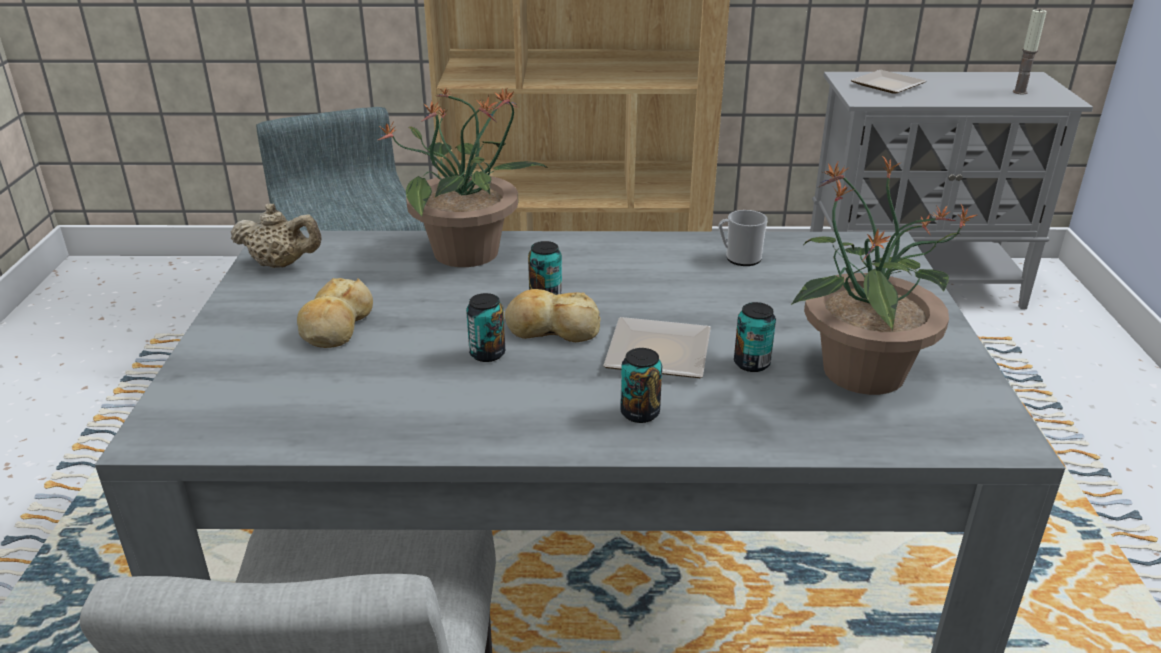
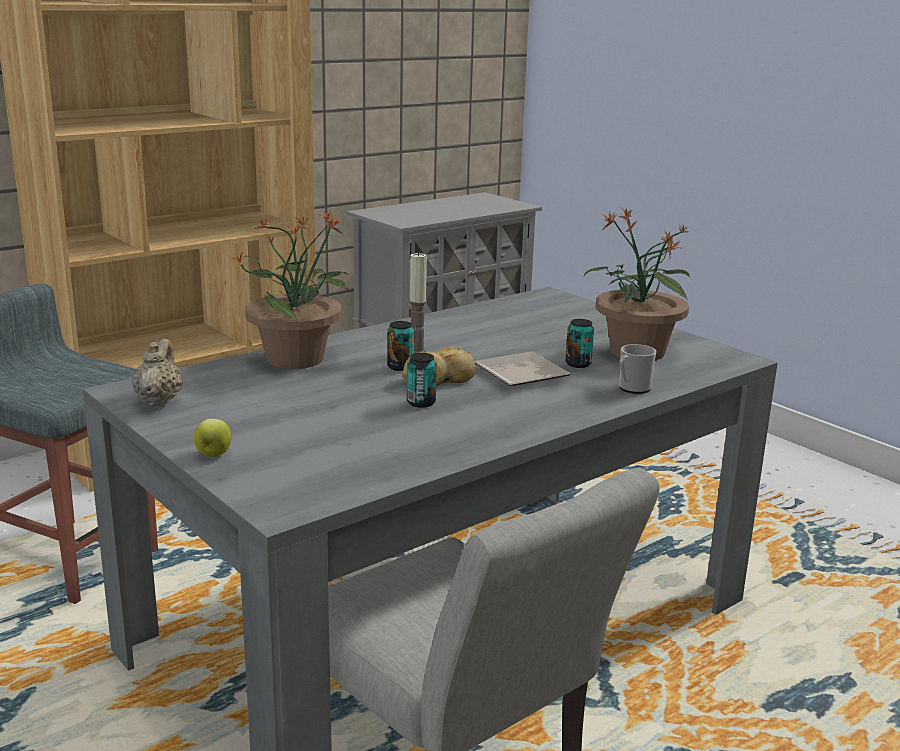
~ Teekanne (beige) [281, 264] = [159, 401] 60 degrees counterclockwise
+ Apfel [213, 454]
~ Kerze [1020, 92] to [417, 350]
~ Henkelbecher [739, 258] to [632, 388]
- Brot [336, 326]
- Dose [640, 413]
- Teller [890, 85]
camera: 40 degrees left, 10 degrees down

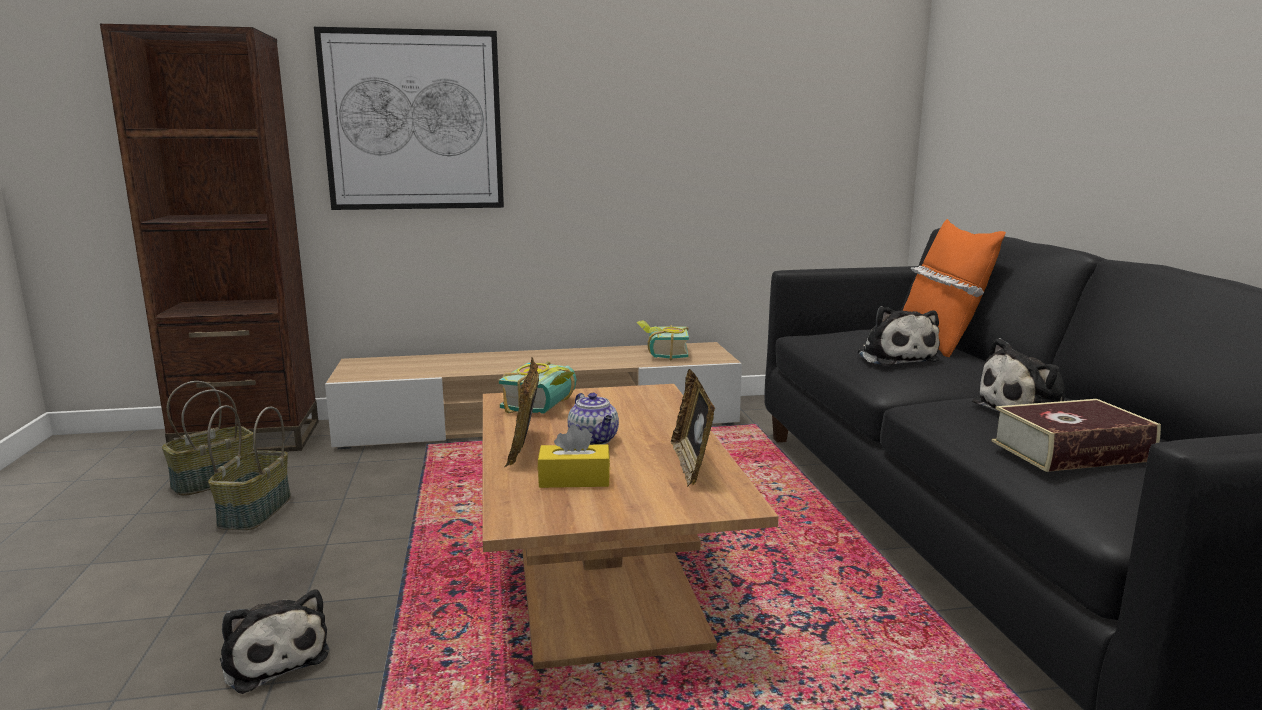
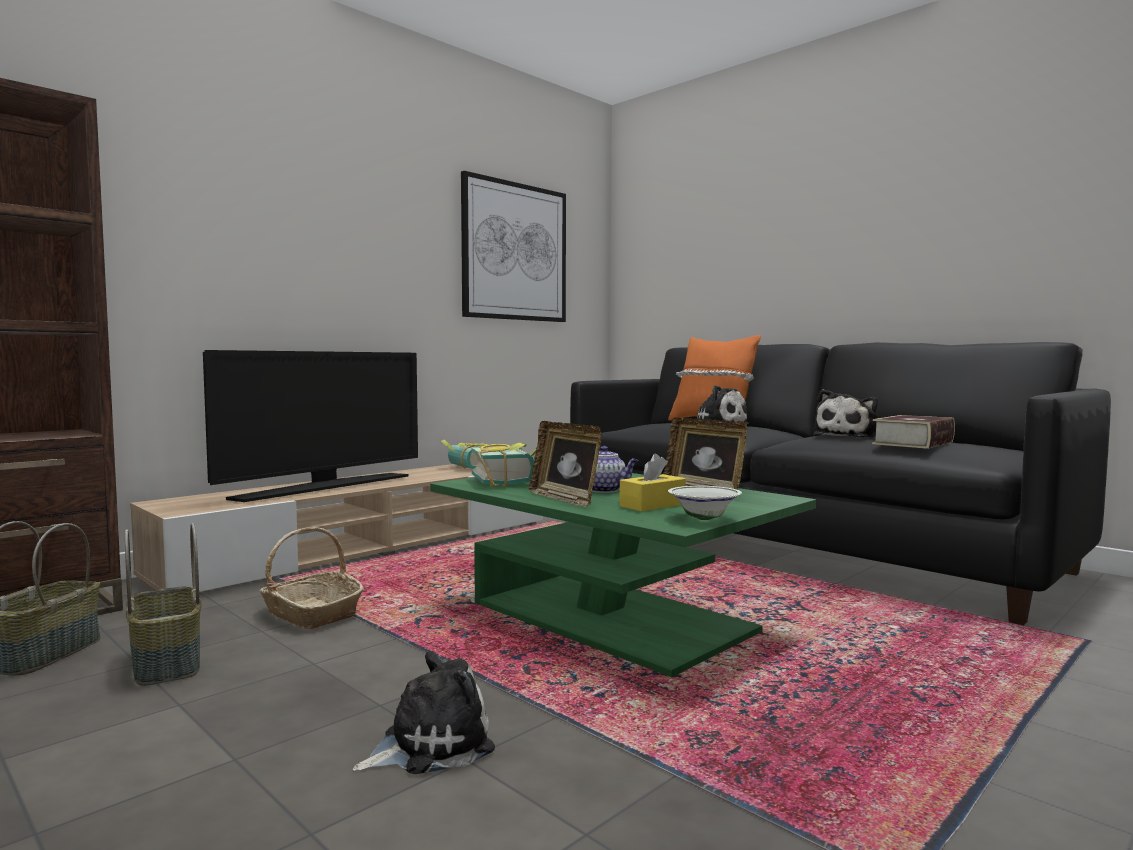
+ Fernseher [324, 487]
+ Korb [311, 613]
~ Plüschtier [274, 657] = [430, 744] 45 degrees counterclockwise
~ Couchtisch (braun) [603, 575] to Couchtisch (grün) [611, 619]
~ Bild [413, 121] to [515, 252]
+ Schüssel (weiß) [704, 519]
camera: 35 degrees left, 10 degrees down

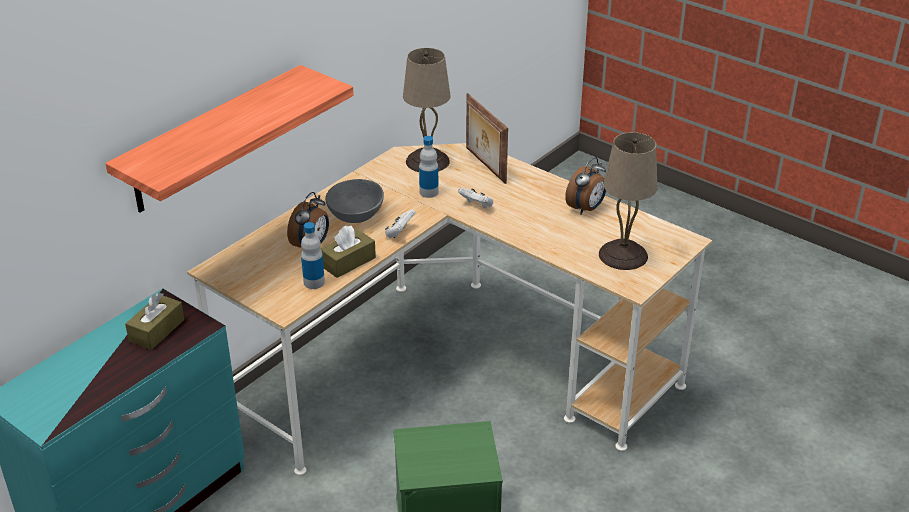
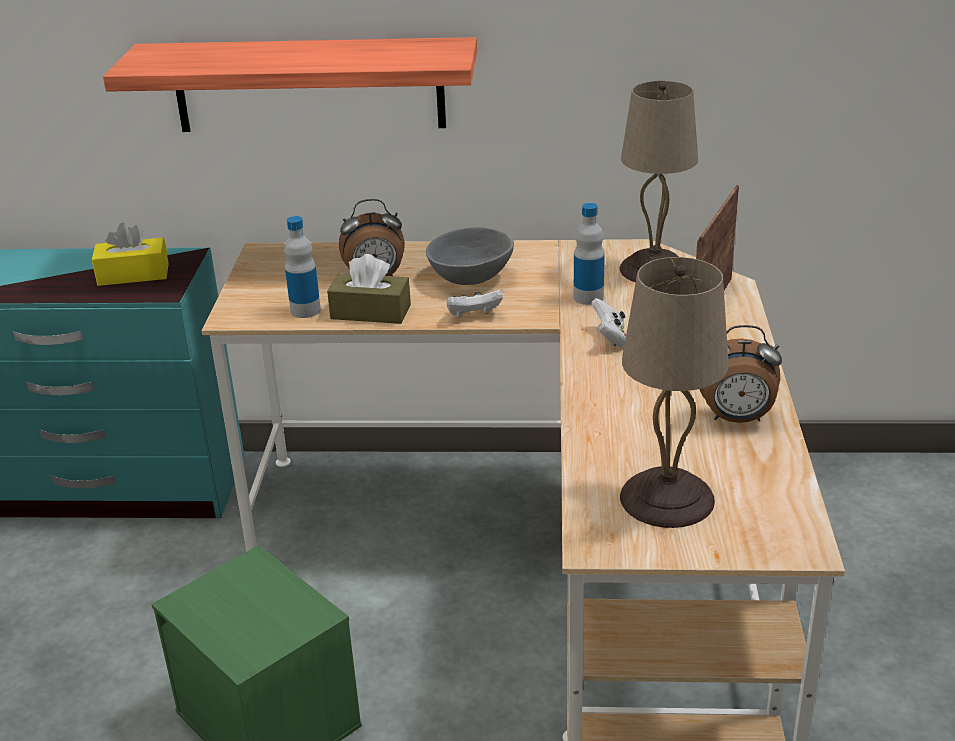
~ Taschentuchbox (braun) [157, 330] to Taschentuchbox (gelb) [133, 274]
camera: 55 degrees right, 5 degrees down

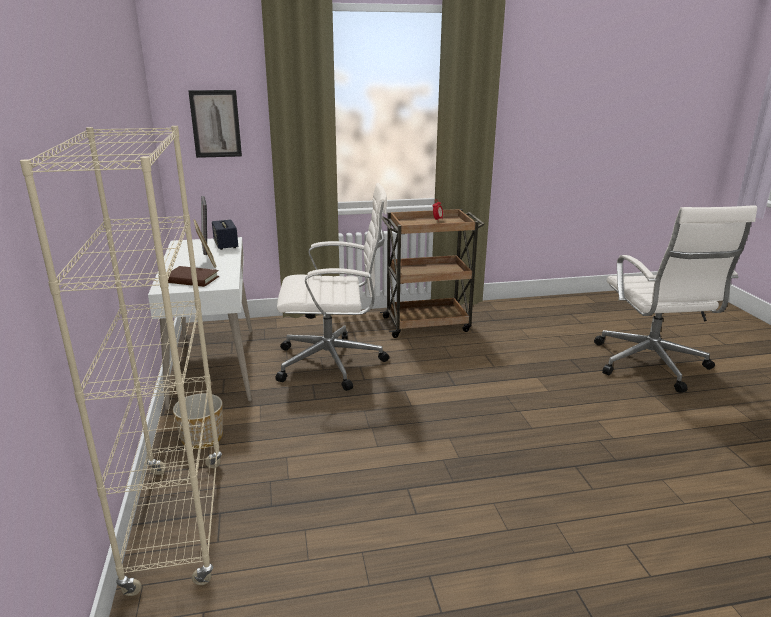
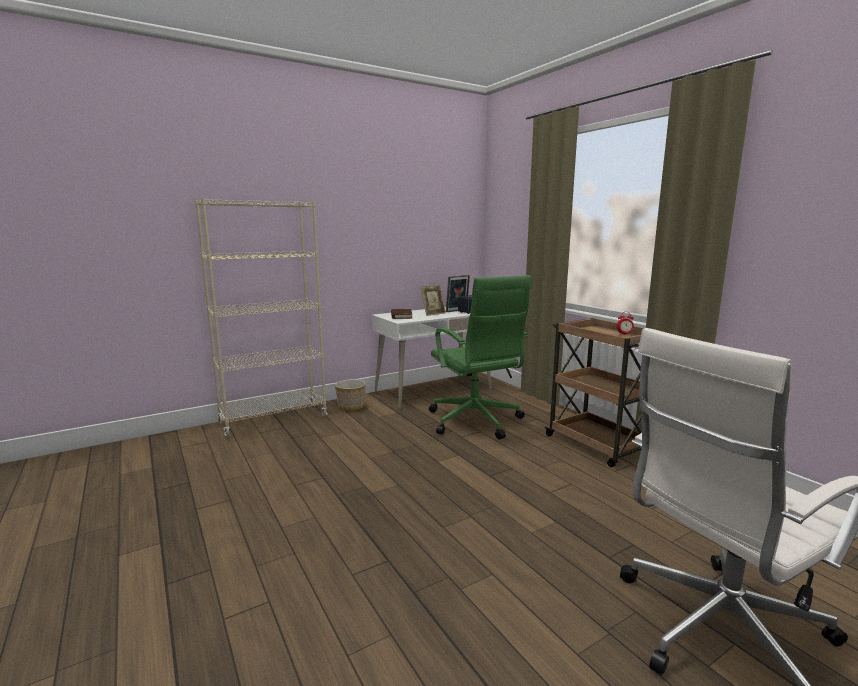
~ Bürostuhl (weiß) [333, 362] to Bürostuhl (grün) [475, 422]
- Bild [215, 124]
camera: 70 degrees right, 10 degrees down

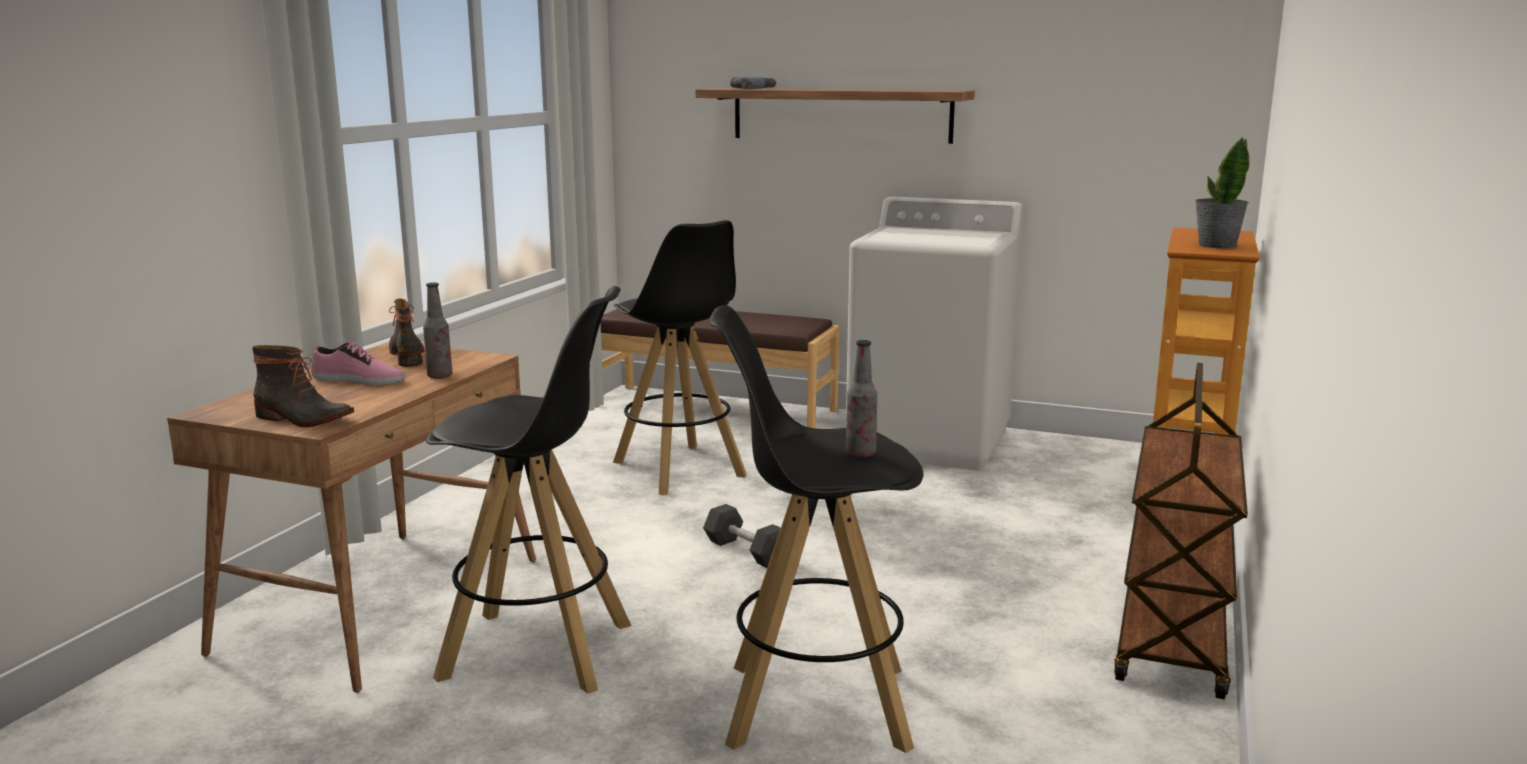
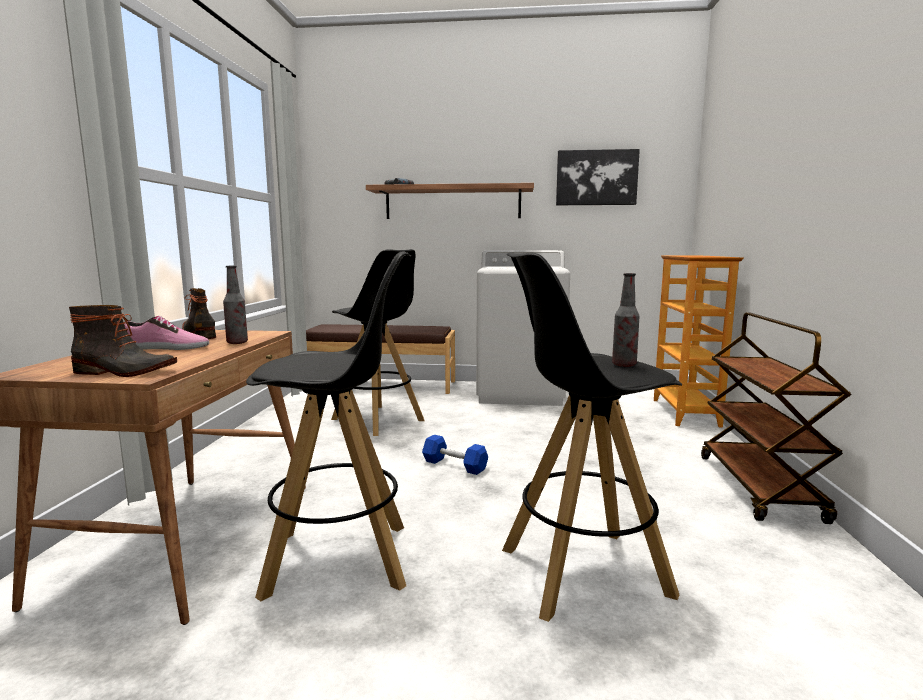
~ Hantel (schwarz) [746, 551] to Hantel (blau) [454, 465]
+ Bild [596, 178]
- Topfpflanze [1216, 245]
camera: 15 degrees left, 5 degrees down

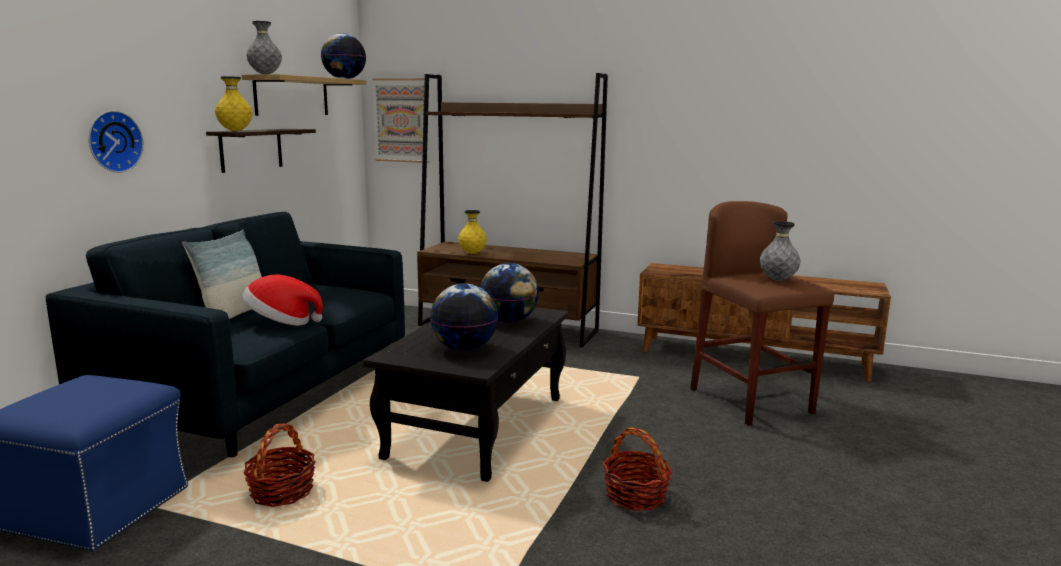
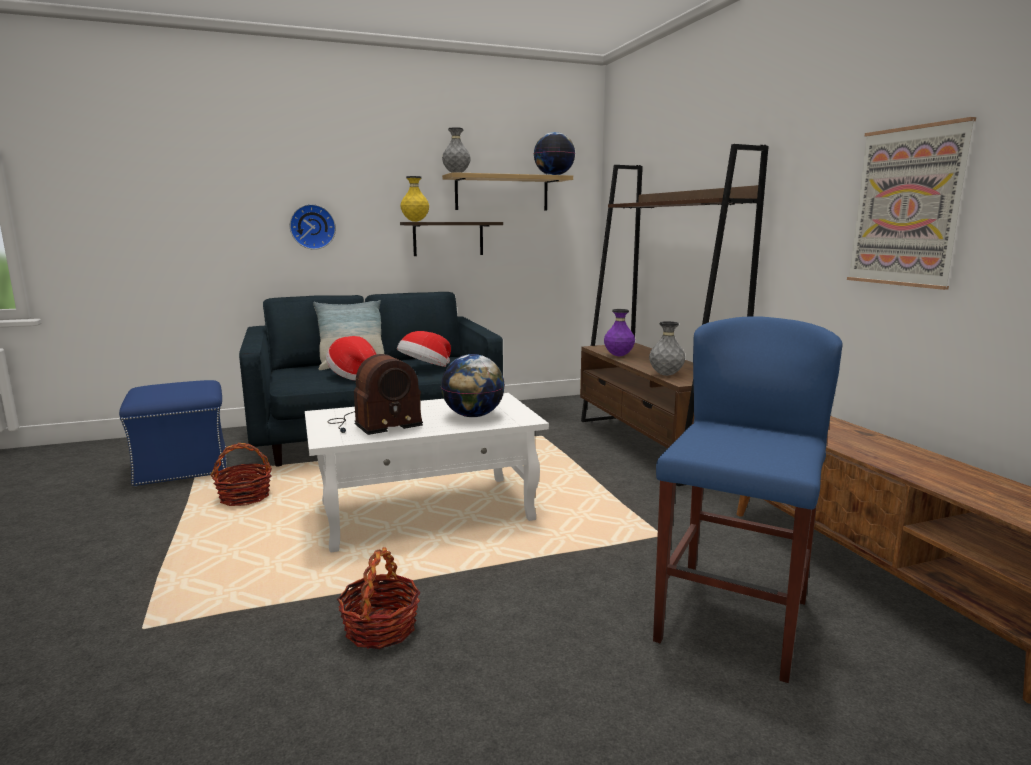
~ Couchtisch (schwarz) [478, 426] to Couchtisch (weiß) [428, 511]
~ Globus [464, 348] to Radio [373, 424]
+ Hut [424, 369]
~ Vase (gelb) [472, 253] to Vase (lila) [618, 356]
~ Vase (grau) [778, 280] to [666, 375]
~ Hocker (braun) [750, 401] to Hocker (blau) [732, 620]
~ Bild [401, 120] to [907, 207]
camera: 50 degrees right, 0 degrees up

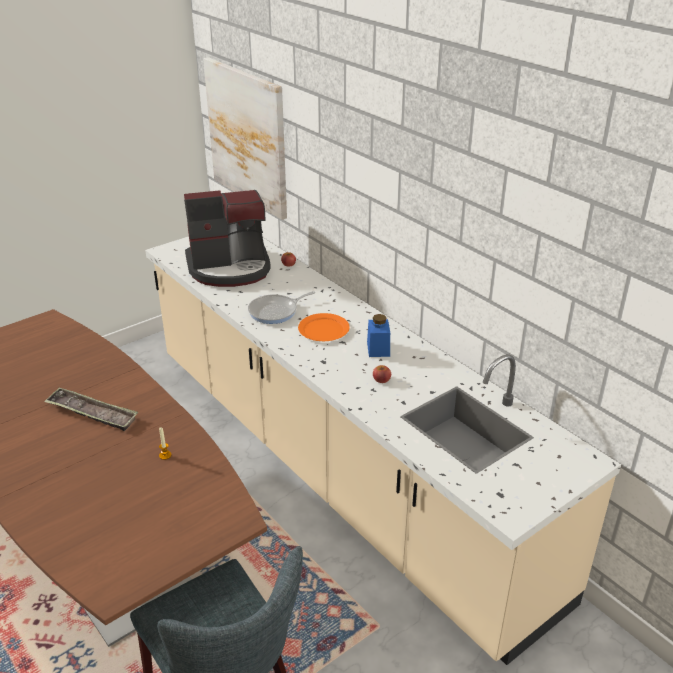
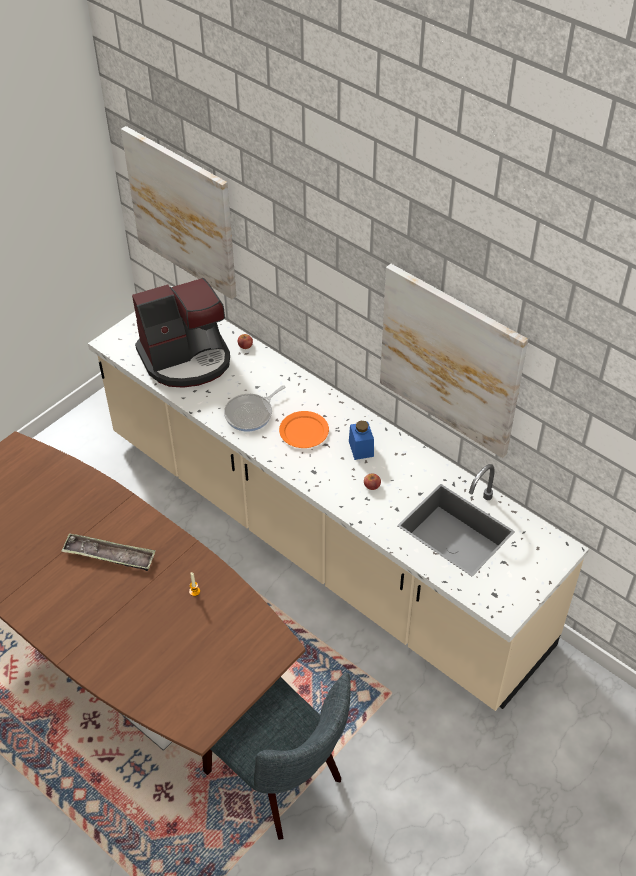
+ Bild [450, 360]
camera: 10 degrees left, 15 degrees up

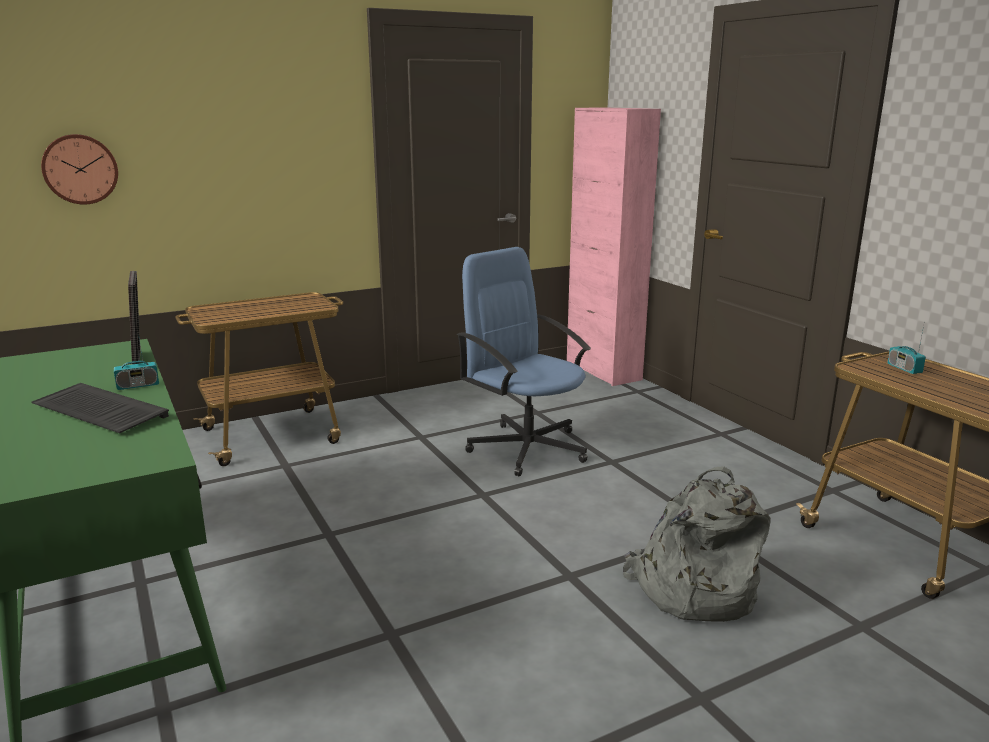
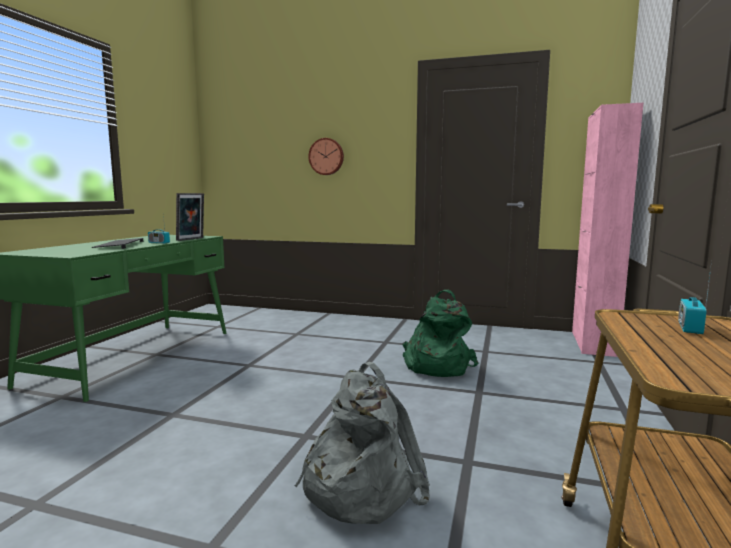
~ Wanduhr [80, 169] to [326, 156]
~ Bürostuhl (blau) [527, 448] to Rucksack (grün) [435, 366]
- Rollwagen [274, 435]
camera: 45 degrees right, 10 degrees down

